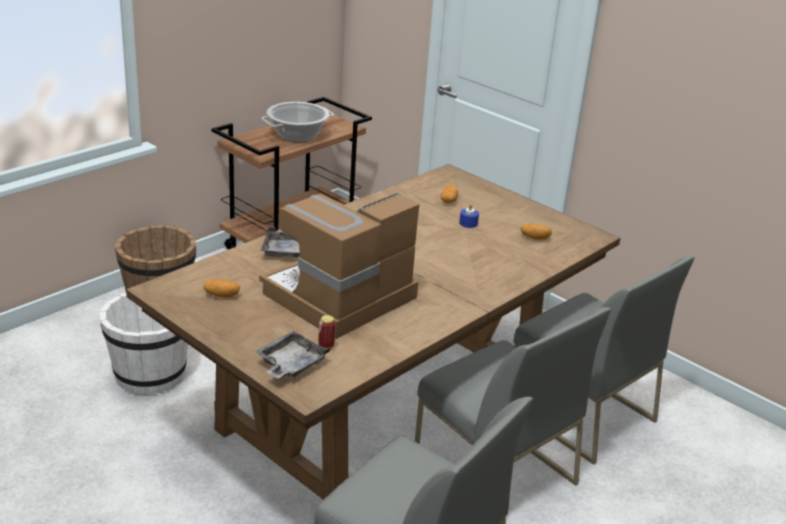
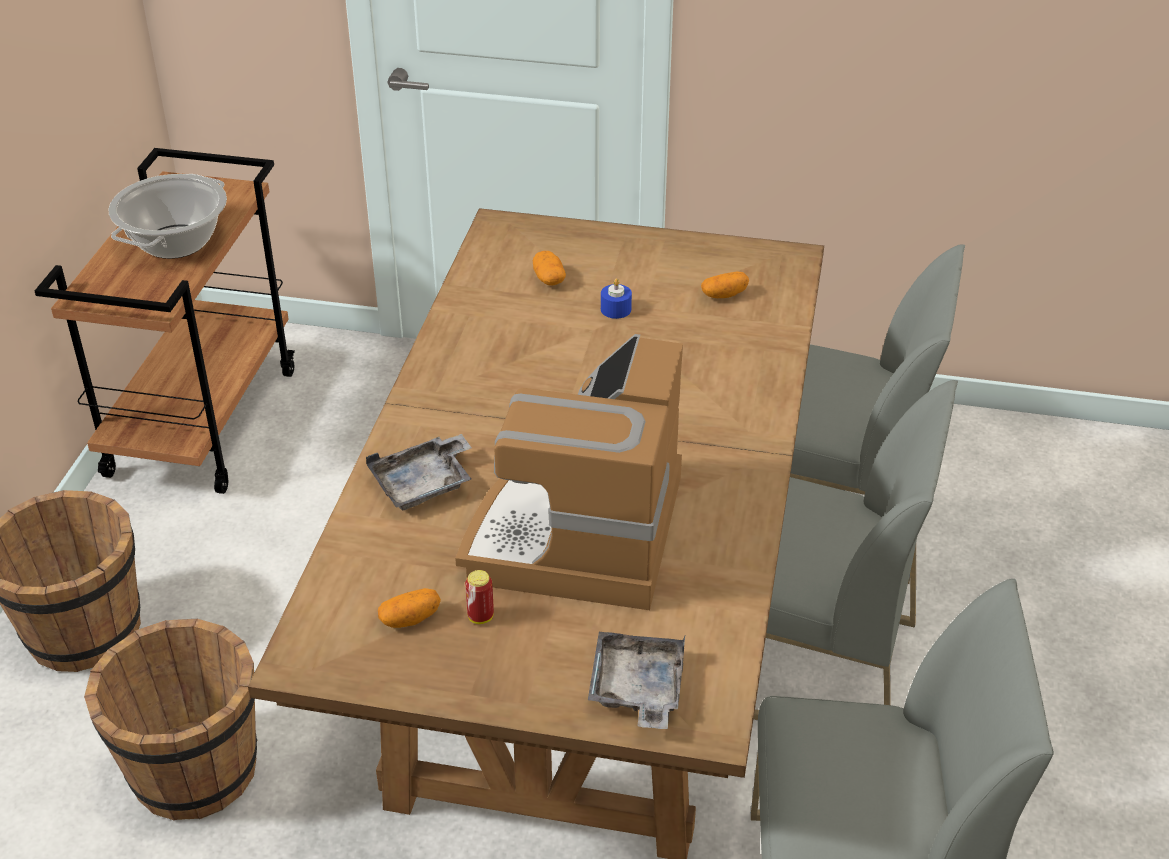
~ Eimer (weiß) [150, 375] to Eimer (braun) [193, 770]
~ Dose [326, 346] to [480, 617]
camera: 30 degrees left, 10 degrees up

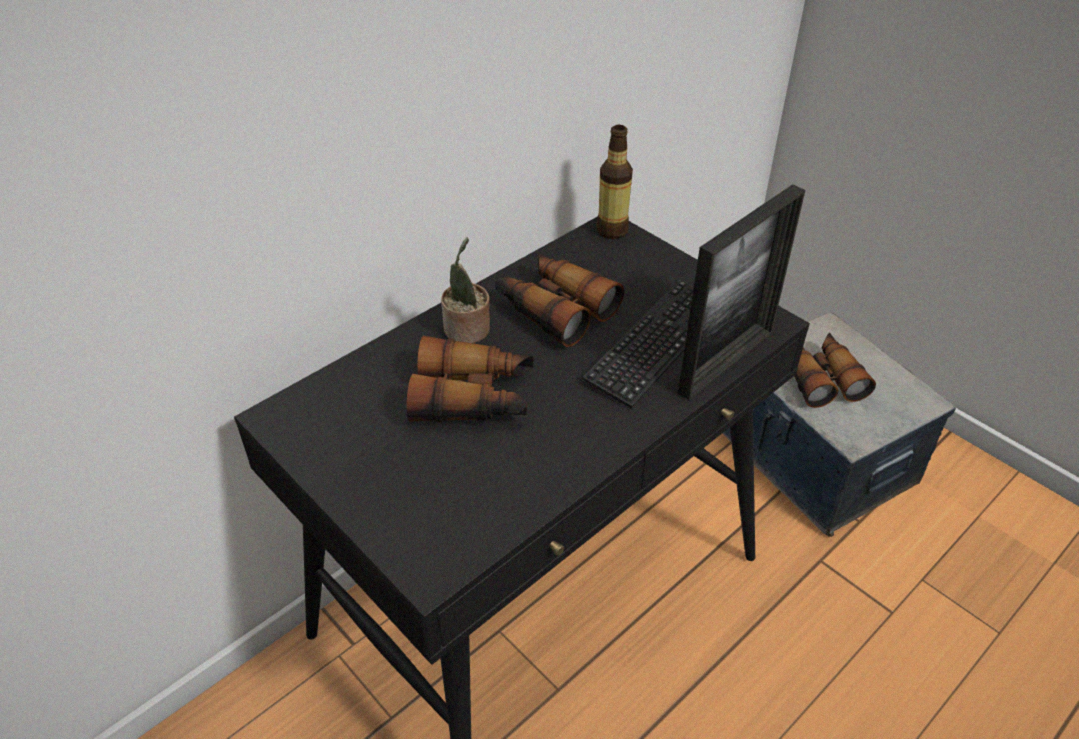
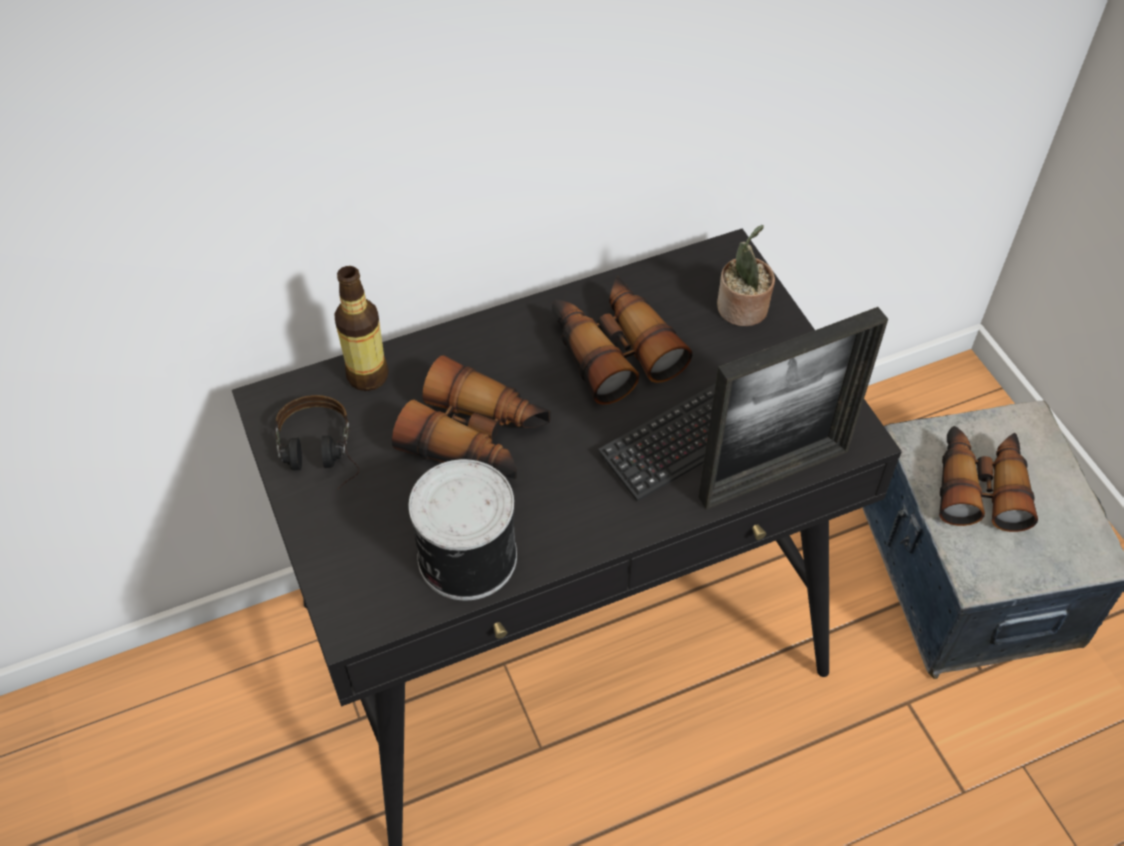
+ Kopfhörer [319, 459]
~ Flasche [612, 230] to [367, 376]
+ Dose [464, 557]
~ Topfpflanze [467, 331] to [742, 310]
camera: 20 degrees right, 10 degrees up

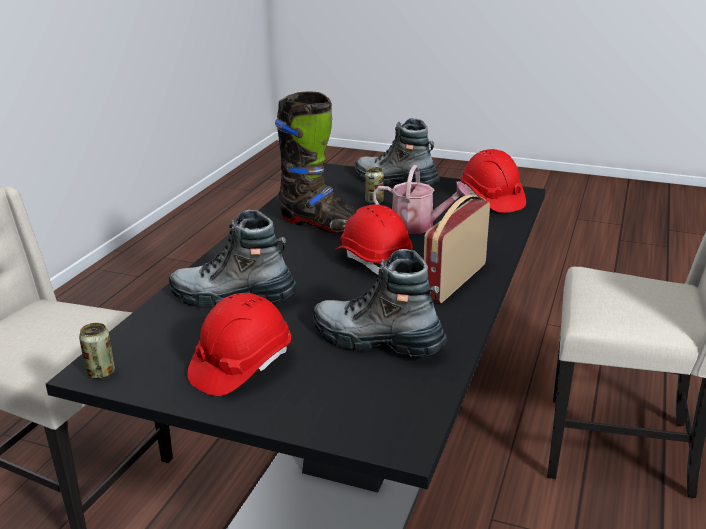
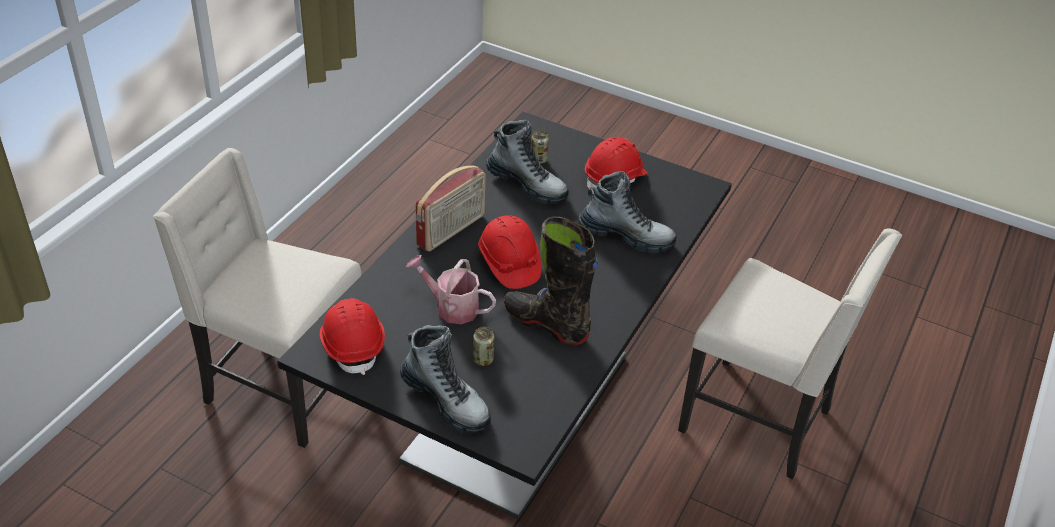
~ Dose [101, 373] to [538, 160]
camera: 175 degrees left, 15 degrees up

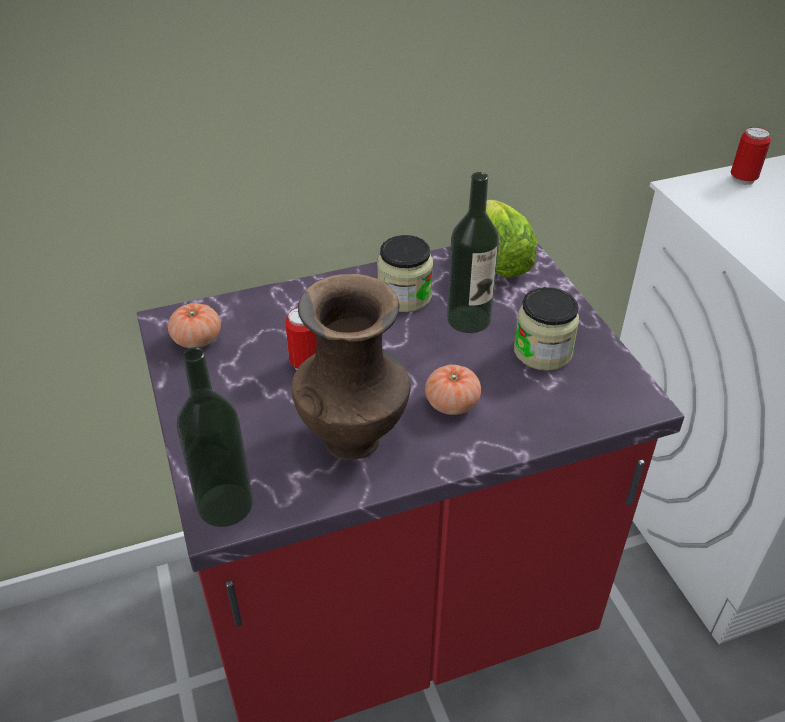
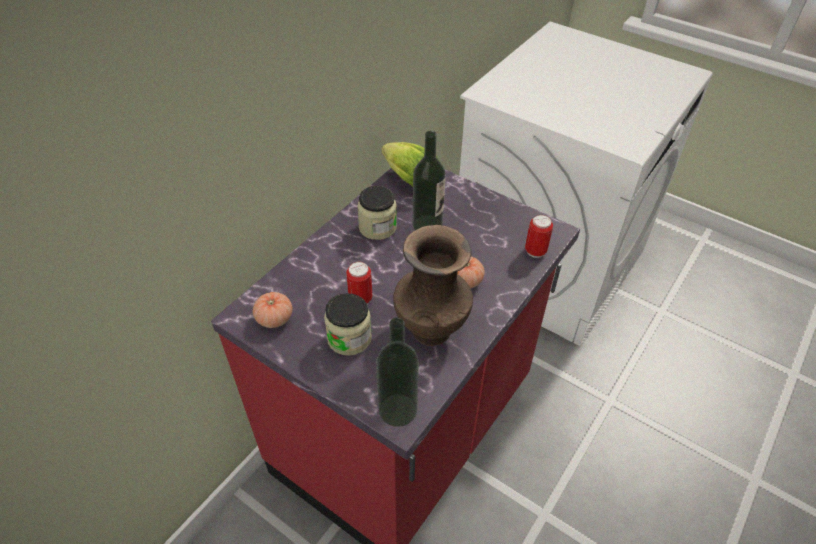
~ Vorratsglas [543, 352] to [349, 338]
~ Dose [743, 179] to [535, 251]
camera: 35 degrees left, 5 degrees up

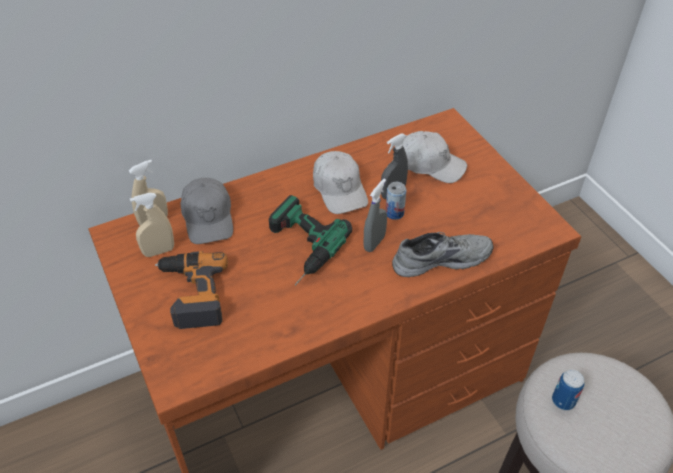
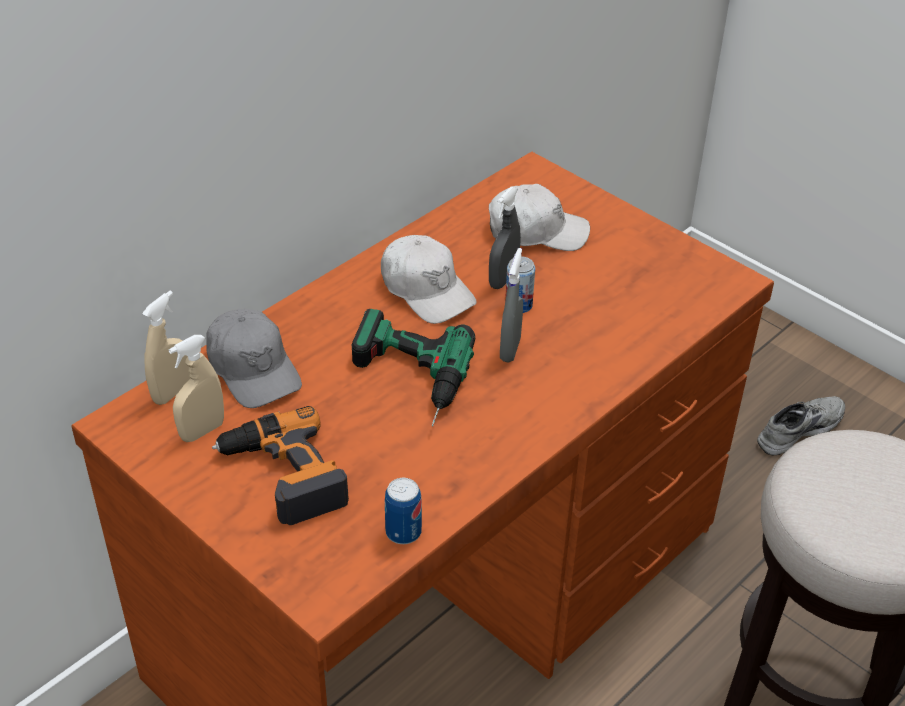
~ Dose [563, 400] to [403, 532]
~ Schuh (grau) [440, 258] to [797, 429]
camera: 20 degrees left, 5 degrees down

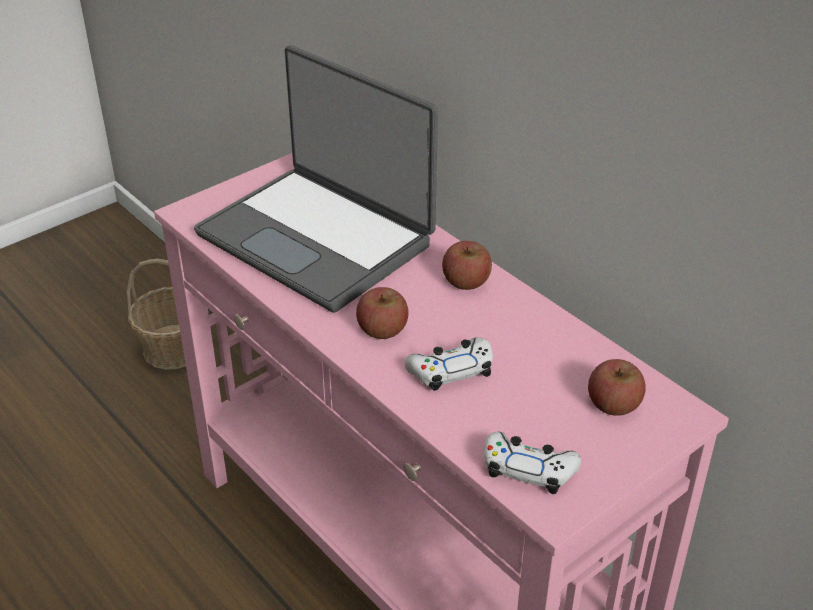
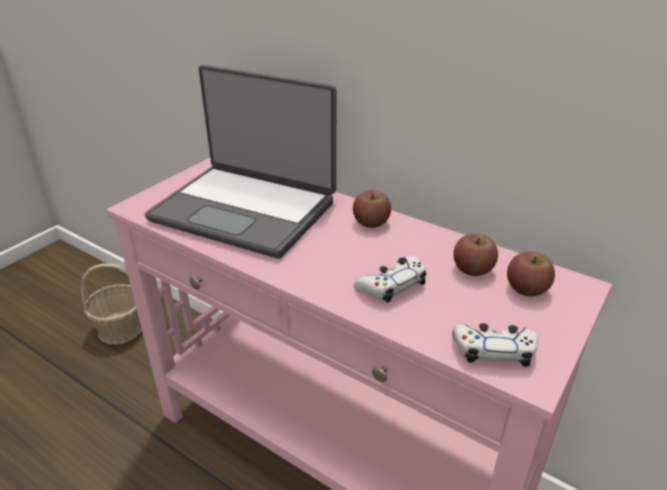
~ Apfel [382, 330] to [472, 269]
camera: 15 degrees left, 5 degrees down

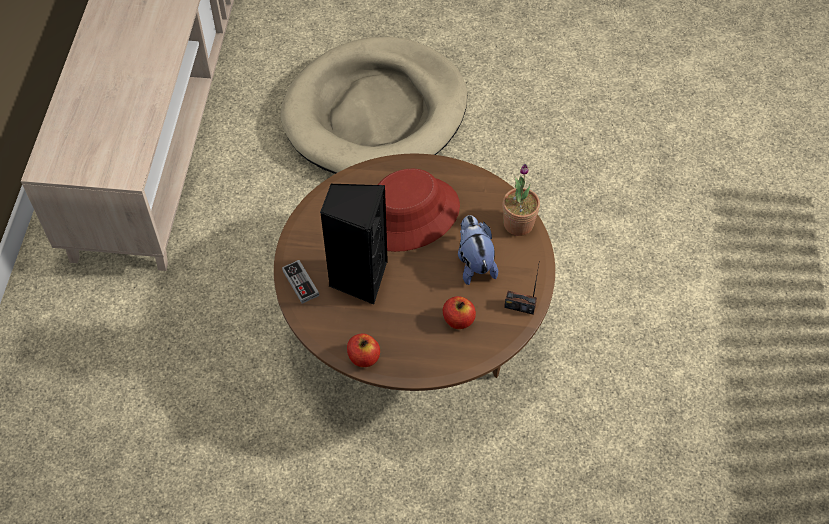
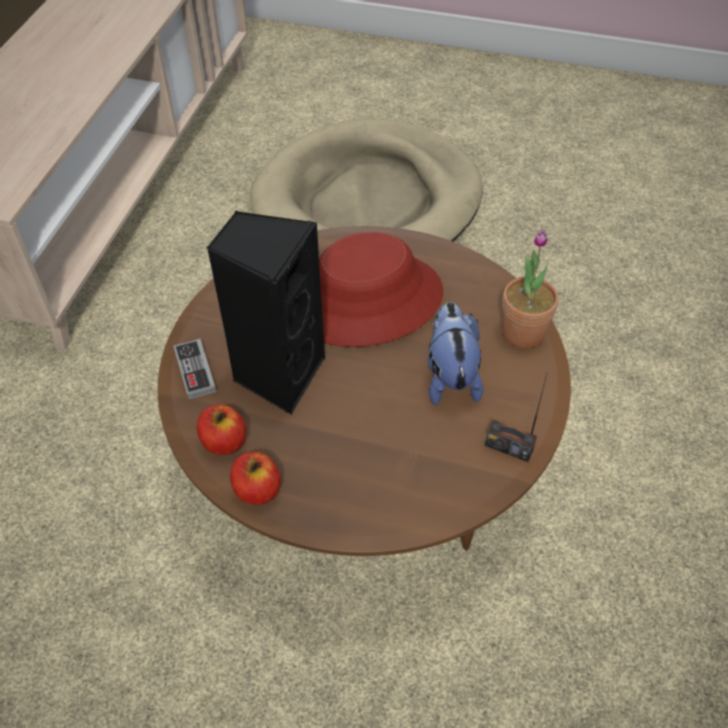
~ Apfel [458, 320] to [224, 442]
camera: 10 degrees right, 5 degrees down

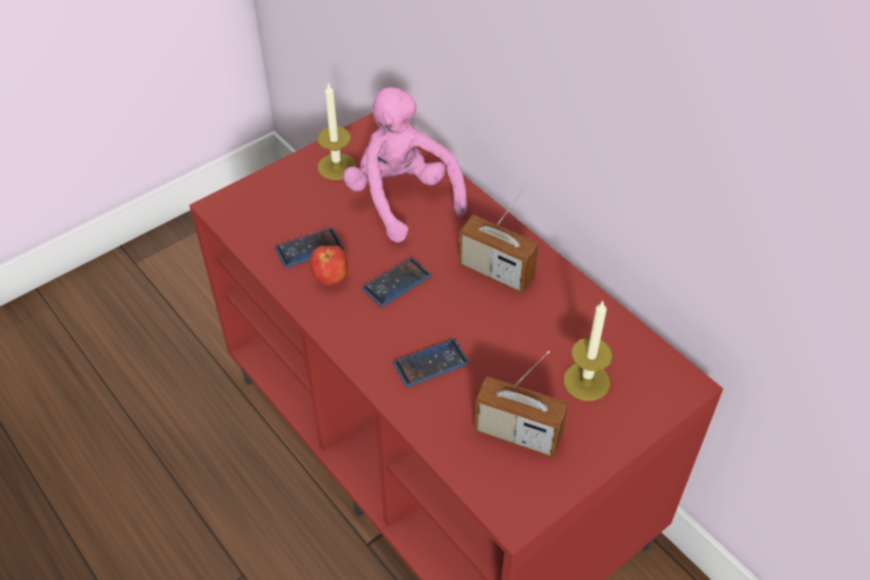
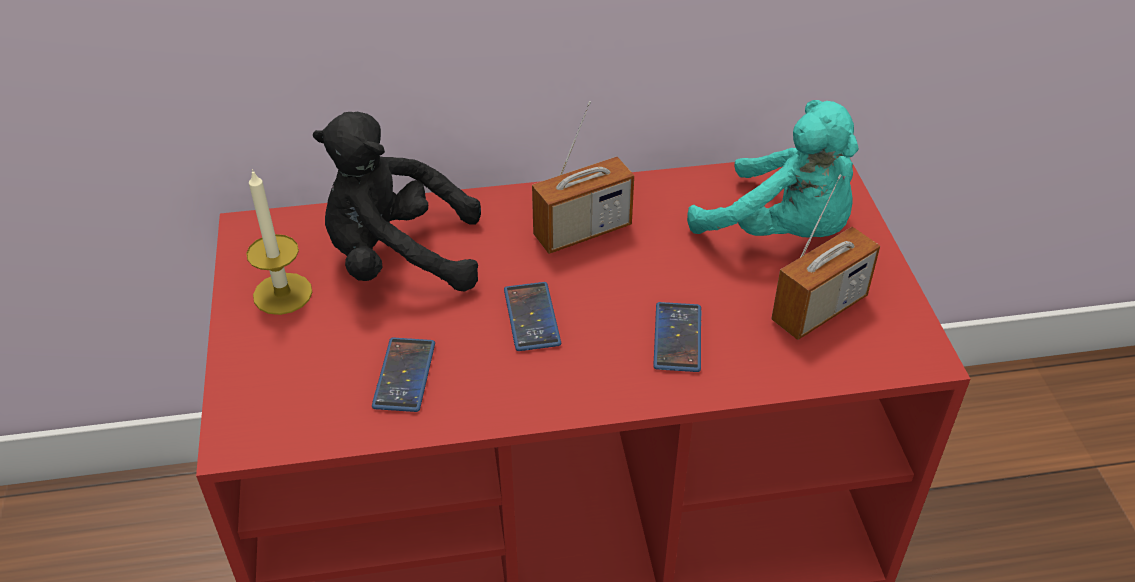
~ Plüschtier (rosa) [402, 198] to Plüschtier (schwarz) [398, 258]
~ Kerze [586, 381] to Plüschtier (türkis) [781, 231]
- Apfel [331, 279]
camera: 60 degrees left, 5 degrees down

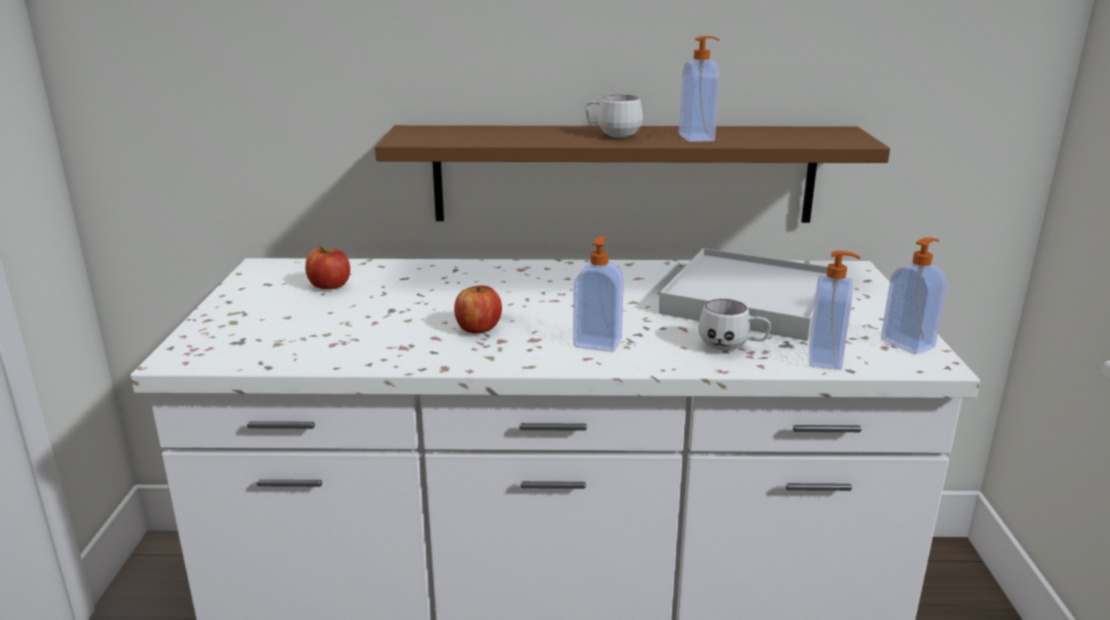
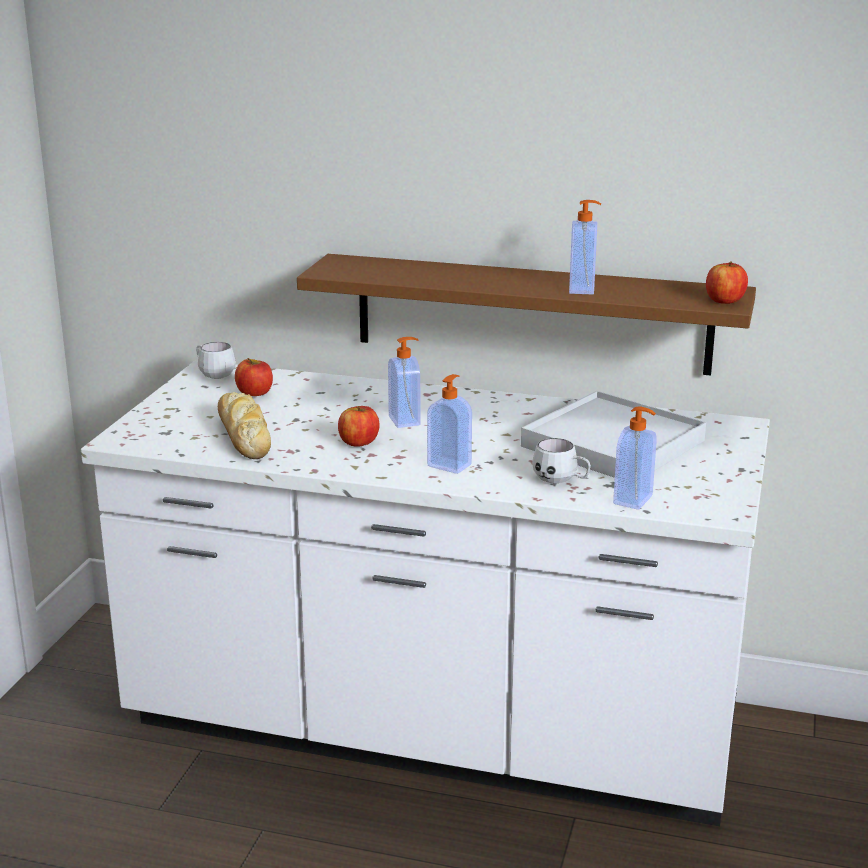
~ Henkelbecher (weiß) [612, 135] to [213, 374]
+ Brot [243, 434]
~ Seifenspender [908, 343] to [405, 420]
+ Apfel [724, 300]
camera: 15 degrees right, 0 degrees up

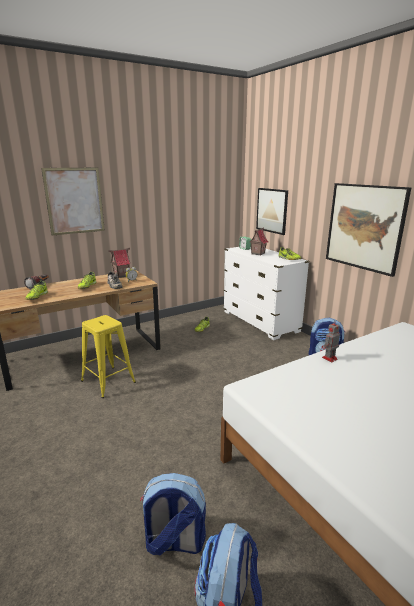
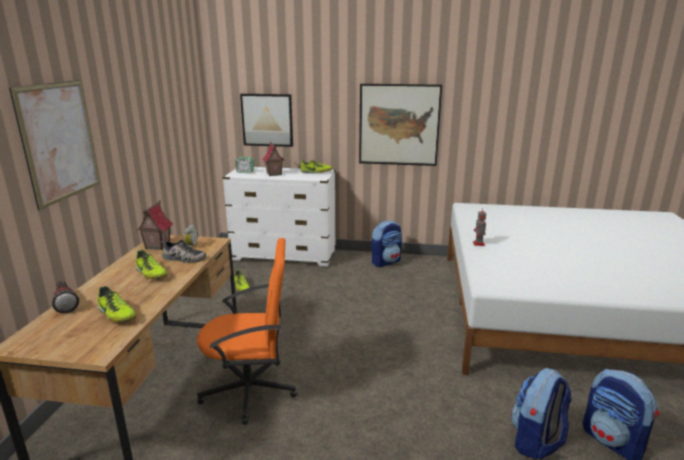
~ Hocker (gelb) [108, 381] to Bürostuhl (orange) [250, 390]
camera: 50 degrees left, 0 degrees up

